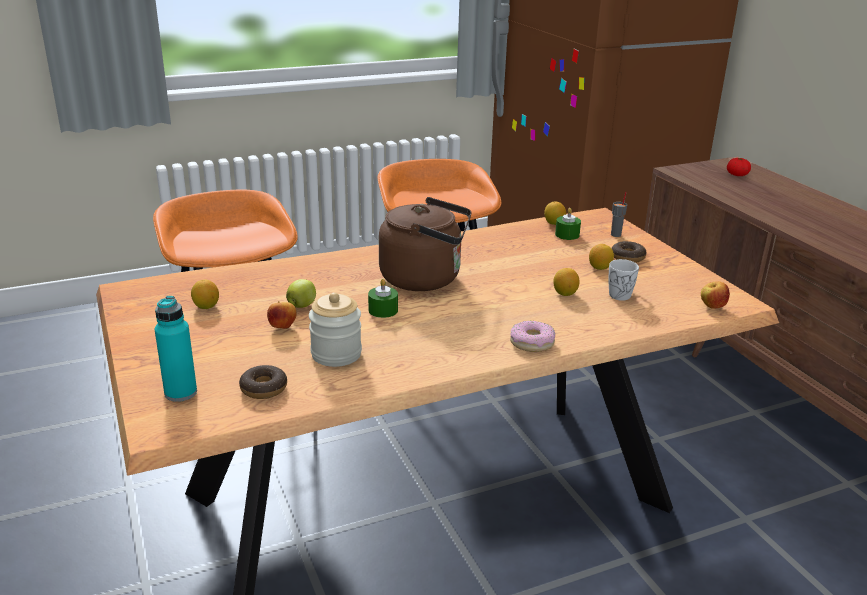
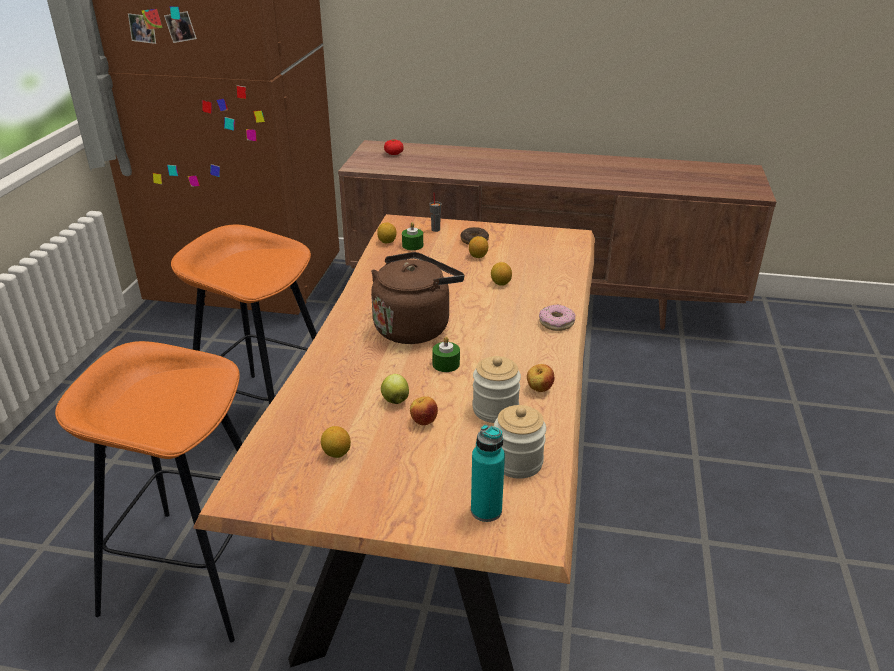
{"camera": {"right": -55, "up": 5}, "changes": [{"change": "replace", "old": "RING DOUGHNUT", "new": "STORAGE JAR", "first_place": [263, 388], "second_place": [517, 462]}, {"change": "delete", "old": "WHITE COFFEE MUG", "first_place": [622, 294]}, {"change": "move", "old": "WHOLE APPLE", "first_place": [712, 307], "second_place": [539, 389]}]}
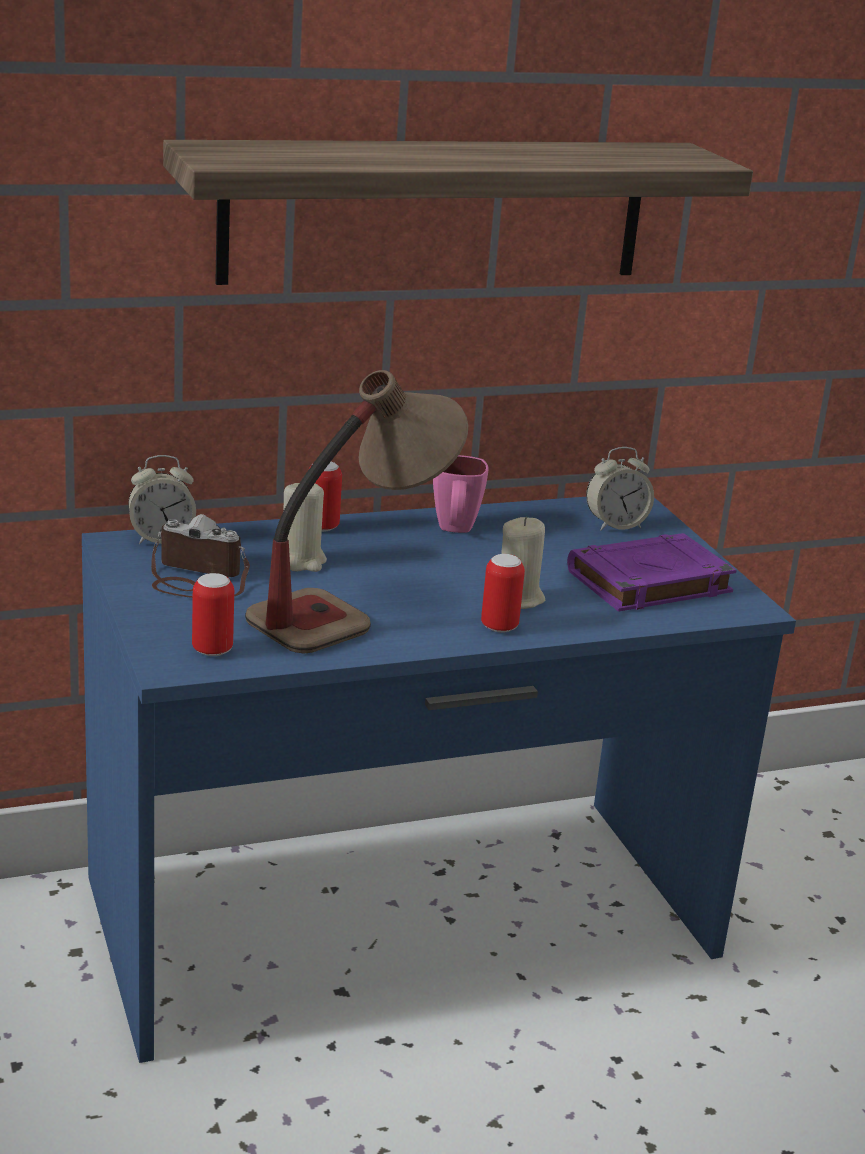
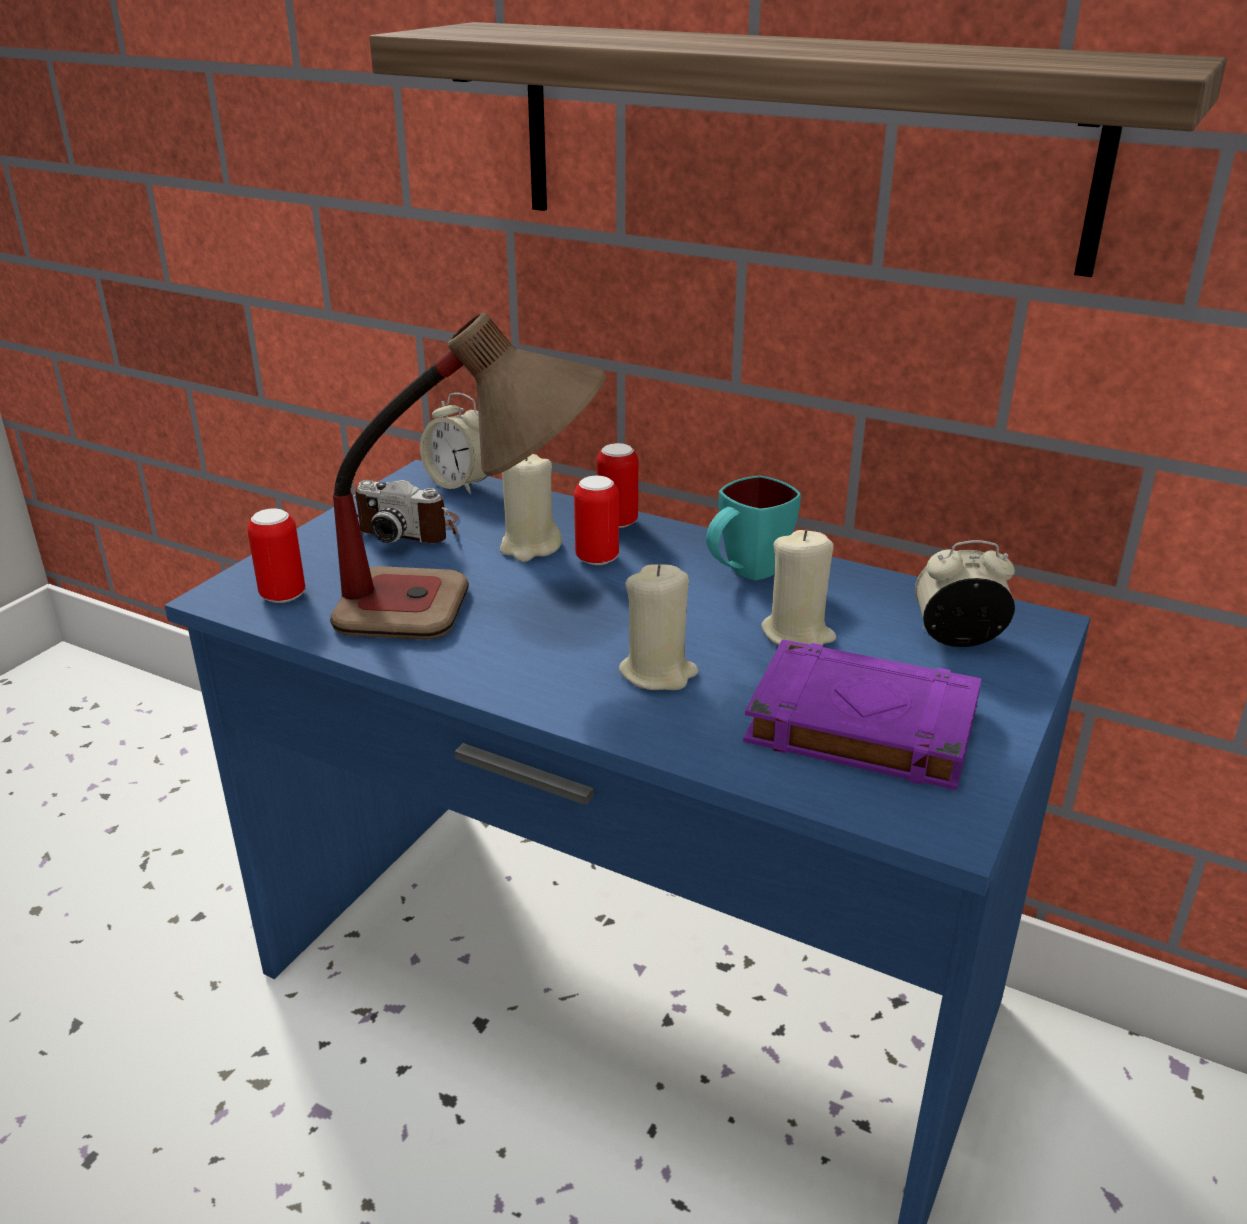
{"camera": {"right": 50, "up": 5}, "changes": [{"change": "rotate", "old": "STILL CAMERA", "first_place": [196, 579], "second_place": [409, 528], "degrees": 135}, {"change": "recolor", "old": "PINK-COLOURED COFFEE MUG", "new": "BLUE-GREEN COFFEE MUG", "first_place": [455, 530], "second_place": [745, 573]}, {"change": "move", "old": "CAN", "first_place": [499, 626], "second_place": [597, 558]}, {"change": "rotate", "old": "ALARM CLOCK", "first_place": [615, 525], "second_place": [957, 639], "degrees": 150}, {"change": "insert", "new": "BEIGE-COLOURED WAX CANDLE", "second_place": [798, 634]}]}
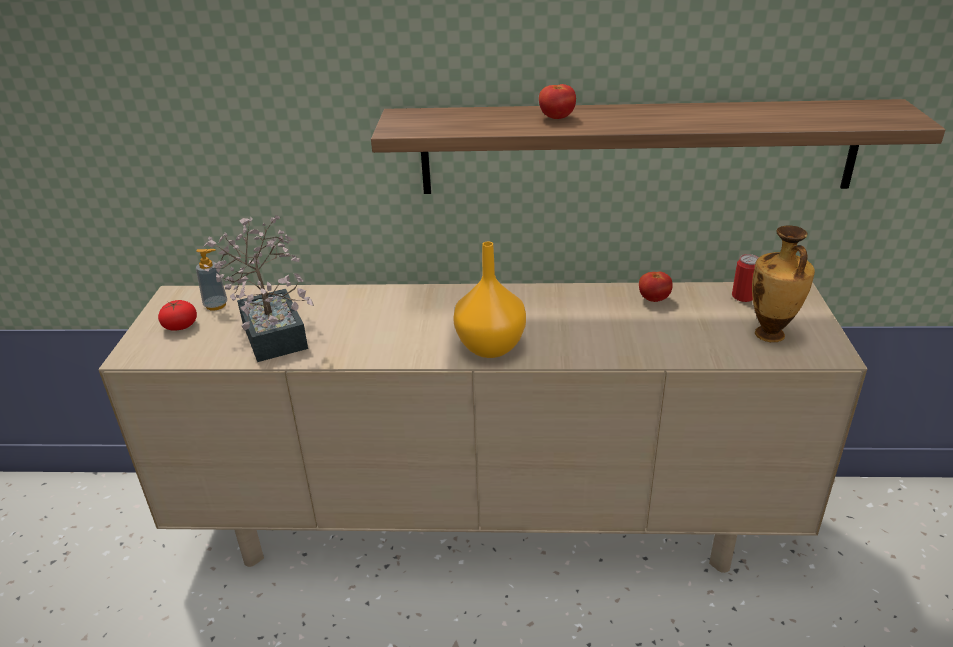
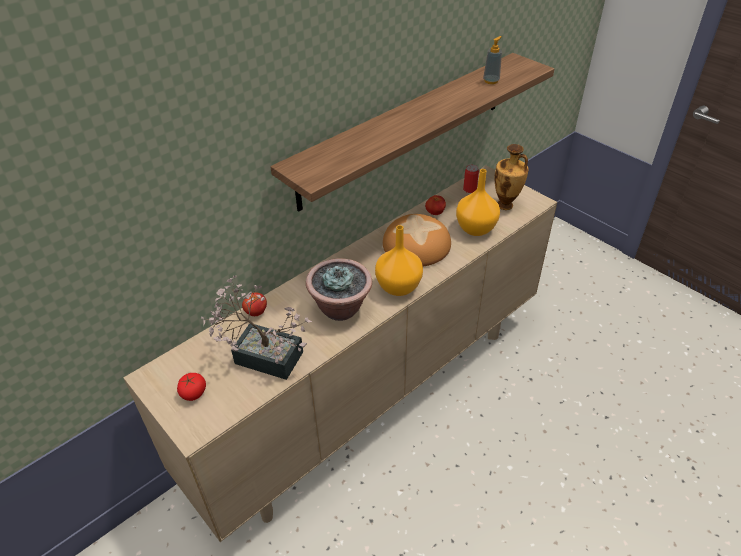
{"camera": {"right": -45, "up": 10}, "changes": [{"change": "move", "old": "SOAP BOTTLE", "first_place": [216, 305], "second_place": [491, 81]}, {"change": "move", "old": "TOMATO", "first_place": [556, 118], "second_place": [256, 312]}, {"change": "insert", "new": "PLANT IN A POT", "second_place": [341, 308]}, {"change": "insert", "new": "BAKERY BREAD", "second_place": [416, 246]}, {"change": "insert", "new": "ORANGE-COLOURED DECORATIVE VASE", "second_place": [475, 229]}]}
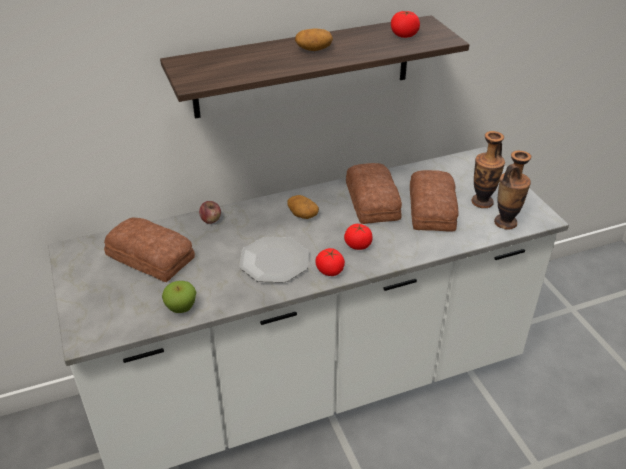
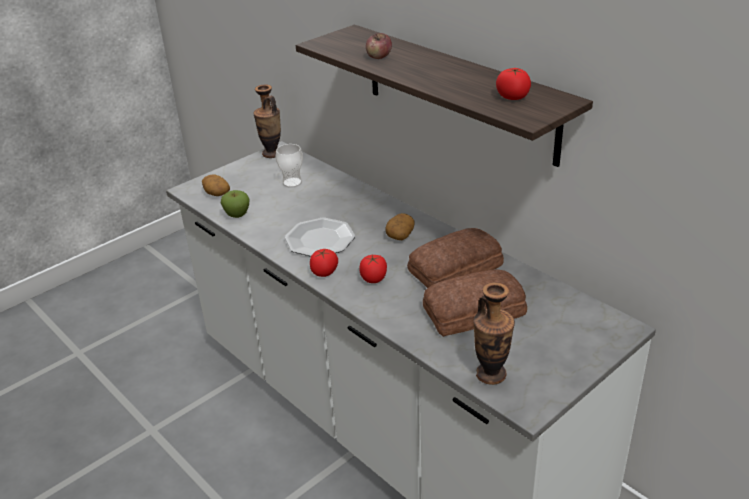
{"camera": {"right": 70, "up": -5}, "changes": [{"change": "replace", "old": "BAKERY BREAD", "new": "CUP", "first_place": [150, 255], "second_place": [292, 182]}, {"change": "move", "old": "WHOLE APPLE", "first_place": [211, 220], "second_place": [379, 57]}, {"change": "move", "old": "POTATO", "first_place": [313, 49], "second_place": [216, 193]}, {"change": "move", "old": "DECORATIVE VASE", "first_place": [482, 202], "second_place": [272, 153]}]}
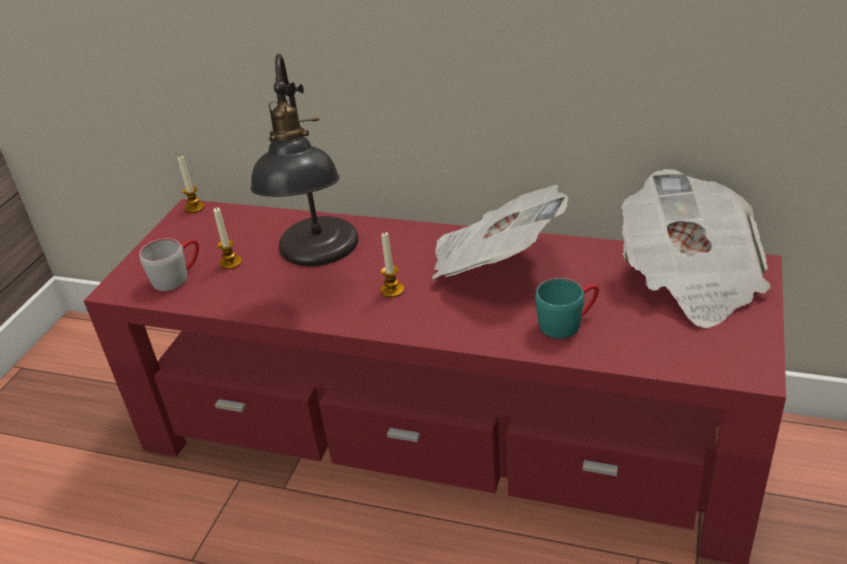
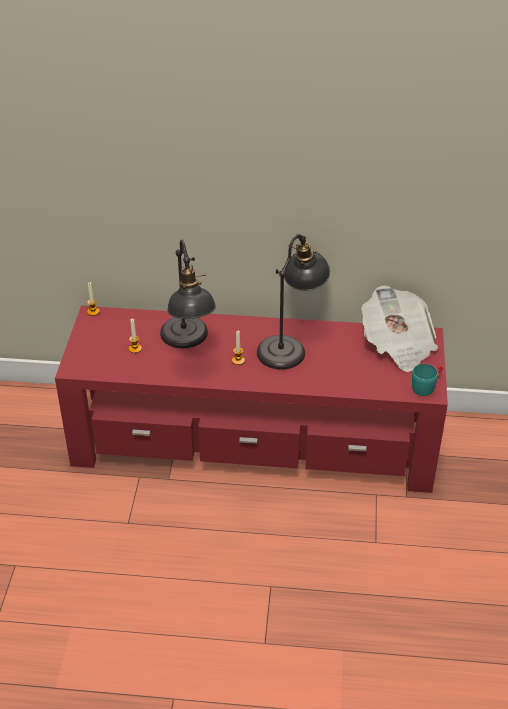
{"camera": {"right": -15, "up": 5}, "changes": [{"change": "delete", "old": "GREY COFFEE MUG", "first_place": [177, 276]}, {"change": "replace", "old": "PRINTED PAPER", "new": "GREY LAMP FOR A TABLE", "first_place": [494, 263], "second_place": [291, 340]}, {"change": "move", "old": "BLUE-GREEN COFFEE MUG", "first_place": [568, 322], "second_place": [426, 386]}]}
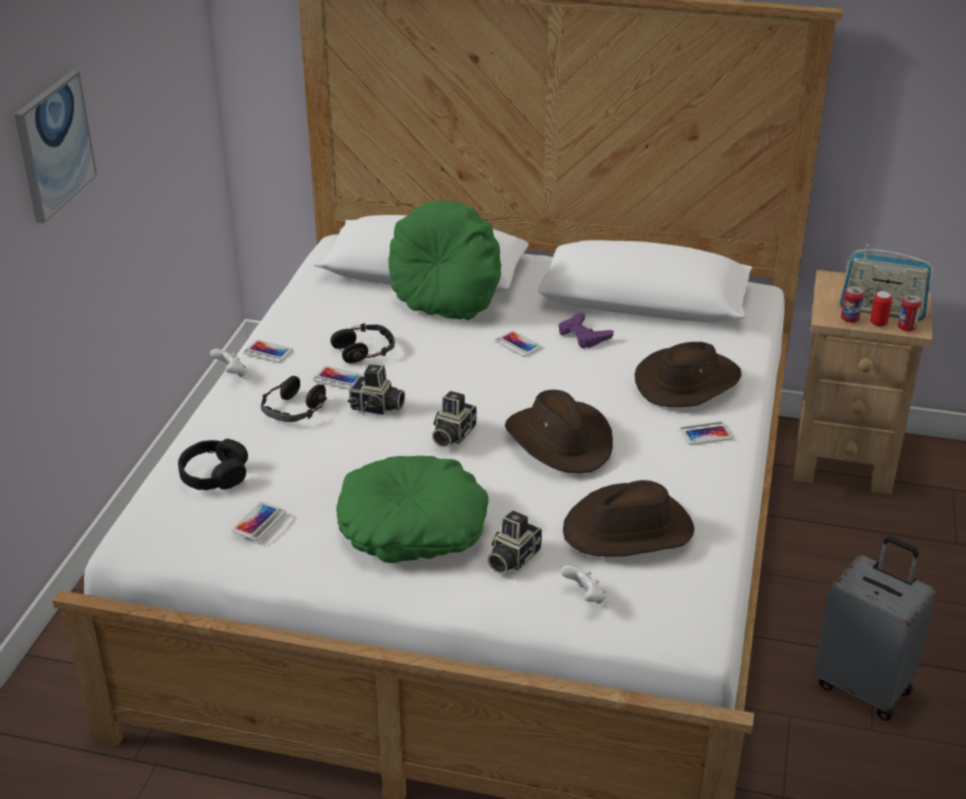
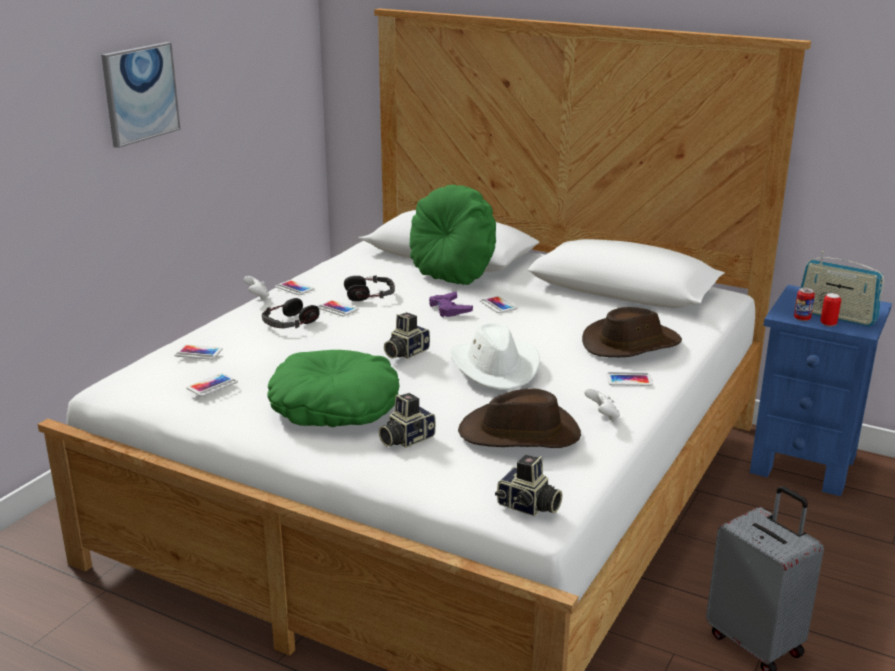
{"camera": {"right": 15, "up": -10}, "changes": [{"change": "replace", "old": "BLACK HEADPHONES", "new": "HANDSET", "first_place": [214, 475], "second_place": [198, 352]}, {"change": "move", "old": "STILL CAMERA", "first_place": [377, 408], "second_place": [528, 507]}, {"change": "recolor", "old": "BROWNISH WEARABLE HAT", "new": "WHITE WEARABLE HAT", "first_place": [560, 440], "second_place": [495, 367]}, {"change": "move", "old": "PURPLISH GAMEPAD", "first_place": [583, 335], "second_place": [449, 309]}, {"change": "move", "old": "WHITE GAMEPAD", "first_place": [585, 597], "second_place": [602, 416]}, {"change": "recolor", "old": "BEIGE-COLOURED NIGHT TABLE", "new": "BLUISH NIGHT TABLE", "first_place": [844, 460], "second_place": [804, 465]}, {"change": "delete", "old": "CAN", "first_place": [906, 328]}]}
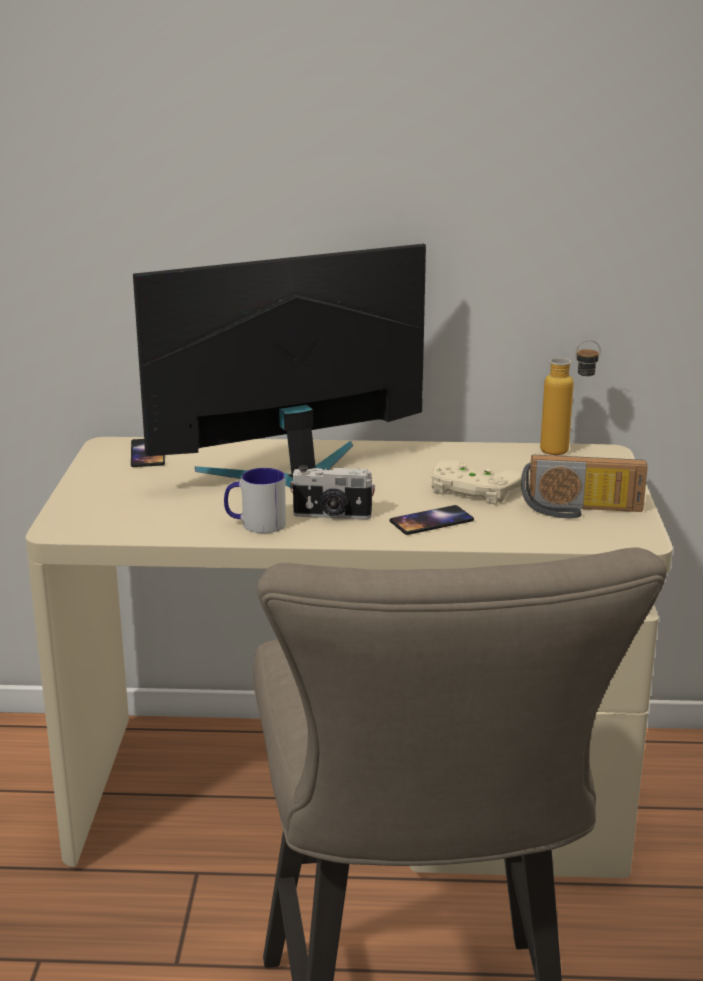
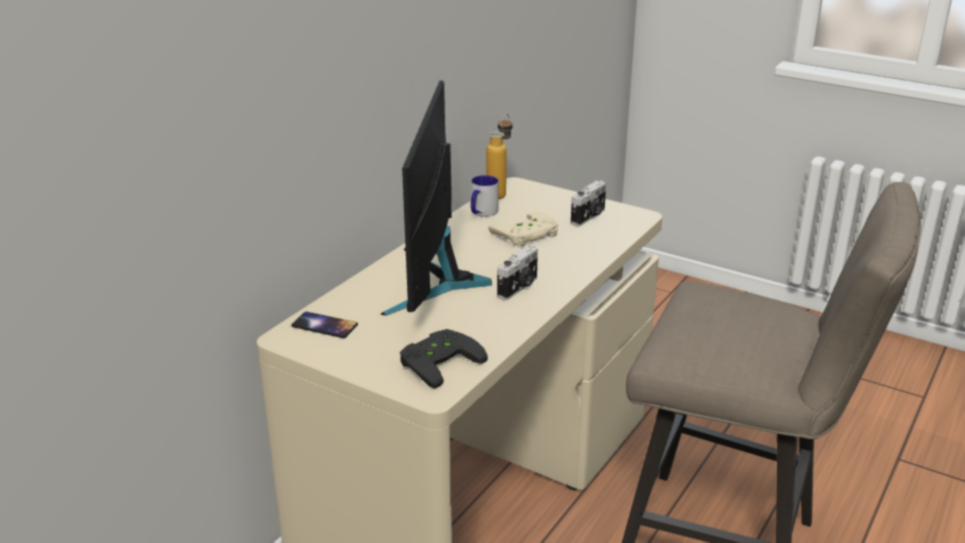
{"camera": {"right": -60, "up": 5}, "changes": [{"change": "move", "old": "COFFEE MUG", "first_place": [255, 524], "second_place": [482, 213]}, {"change": "delete", "old": "HANDSET", "first_place": [431, 521]}, {"change": "replace", "old": "RADIO RECEIVER", "new": "STILL CAMERA", "first_place": [581, 511], "second_place": [589, 217]}, {"change": "insert", "new": "BLACK GAMEPAD", "second_place": [438, 361]}]}
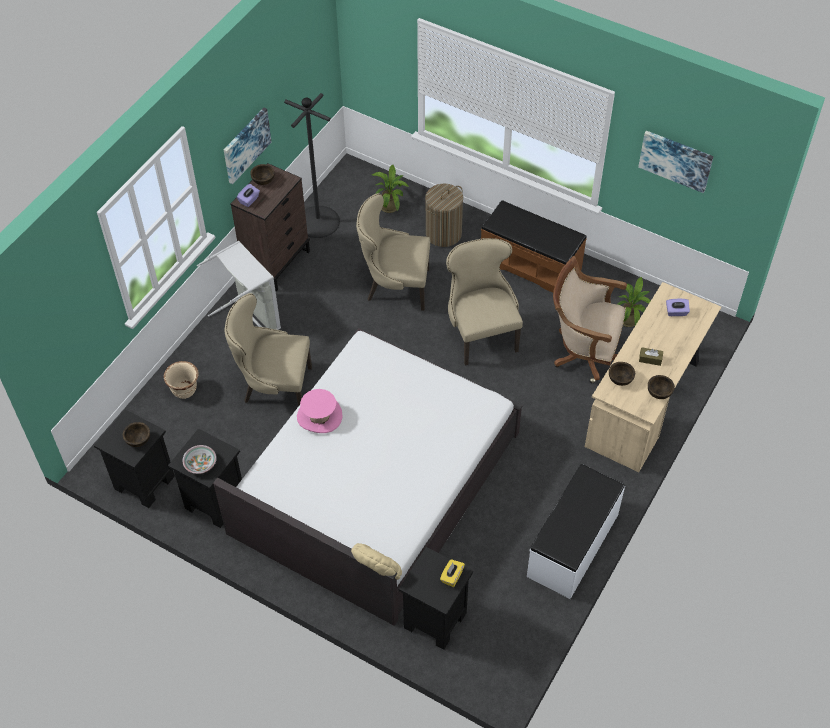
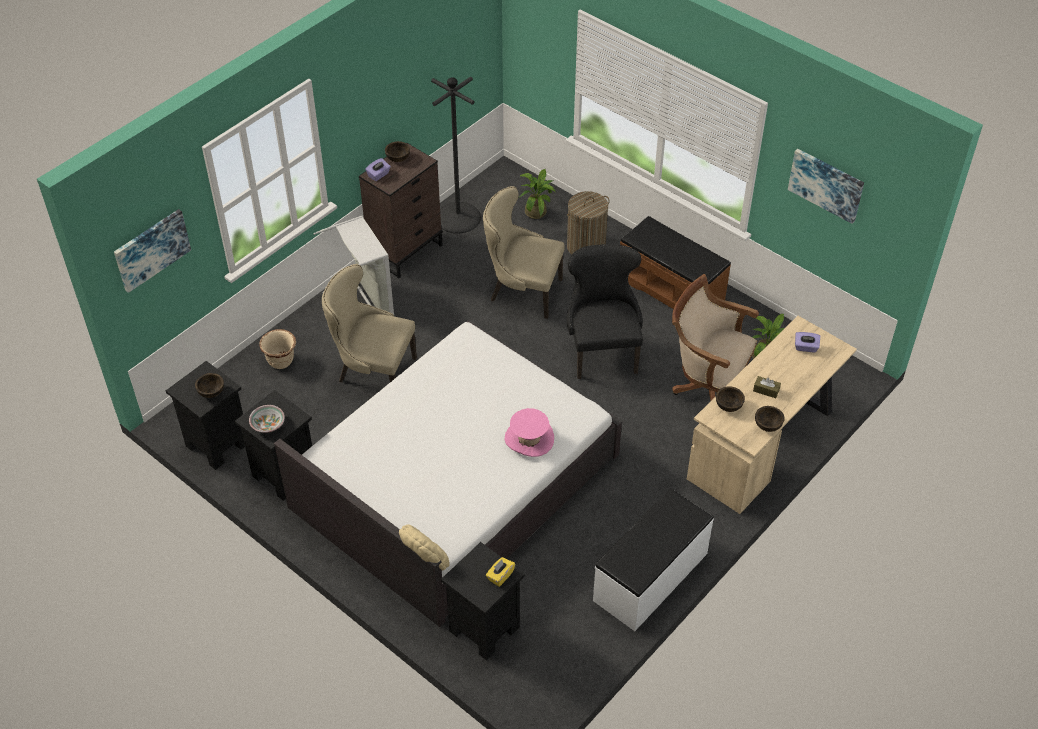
{"camera": {"right": 10, "up": -5}, "changes": [{"change": "move", "old": "PICTURE", "first_place": [246, 144], "second_place": [151, 249]}, {"change": "move", "old": "PINK-COLOURED WEARABLE HAT", "first_place": [319, 416], "second_place": [529, 439]}, {"change": "recolor", "old": "BEIGE-COLOURED CHAIR", "new": "BLACK CHAIR", "first_place": [481, 333], "second_place": [602, 350]}]}
